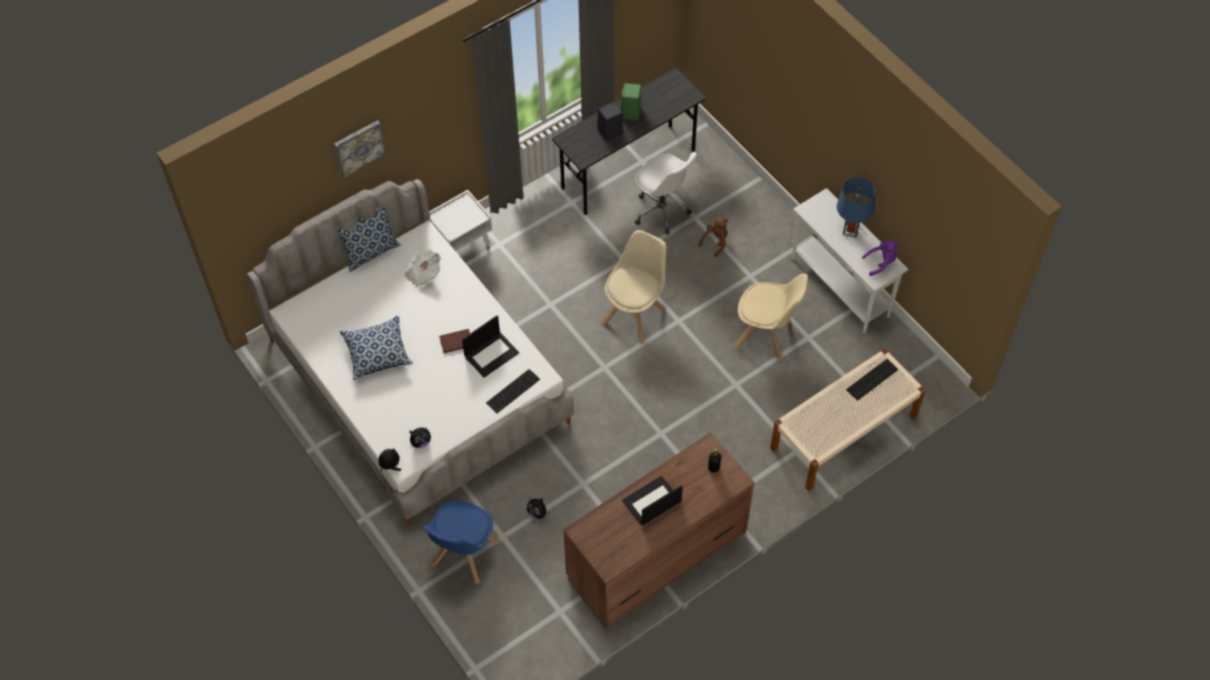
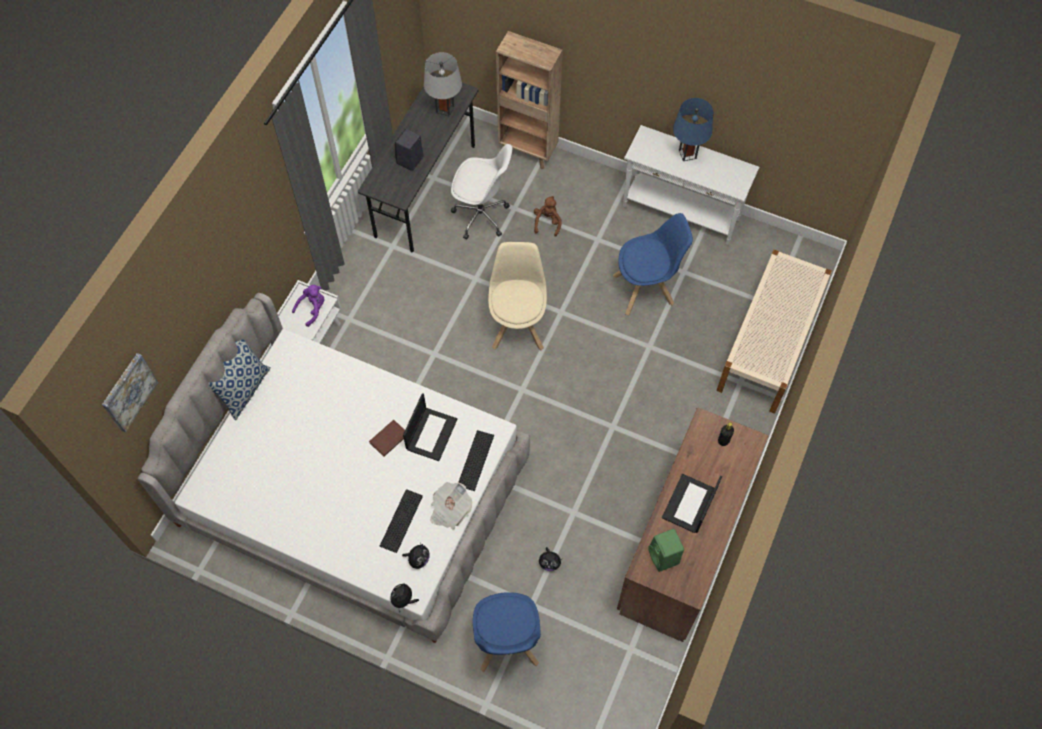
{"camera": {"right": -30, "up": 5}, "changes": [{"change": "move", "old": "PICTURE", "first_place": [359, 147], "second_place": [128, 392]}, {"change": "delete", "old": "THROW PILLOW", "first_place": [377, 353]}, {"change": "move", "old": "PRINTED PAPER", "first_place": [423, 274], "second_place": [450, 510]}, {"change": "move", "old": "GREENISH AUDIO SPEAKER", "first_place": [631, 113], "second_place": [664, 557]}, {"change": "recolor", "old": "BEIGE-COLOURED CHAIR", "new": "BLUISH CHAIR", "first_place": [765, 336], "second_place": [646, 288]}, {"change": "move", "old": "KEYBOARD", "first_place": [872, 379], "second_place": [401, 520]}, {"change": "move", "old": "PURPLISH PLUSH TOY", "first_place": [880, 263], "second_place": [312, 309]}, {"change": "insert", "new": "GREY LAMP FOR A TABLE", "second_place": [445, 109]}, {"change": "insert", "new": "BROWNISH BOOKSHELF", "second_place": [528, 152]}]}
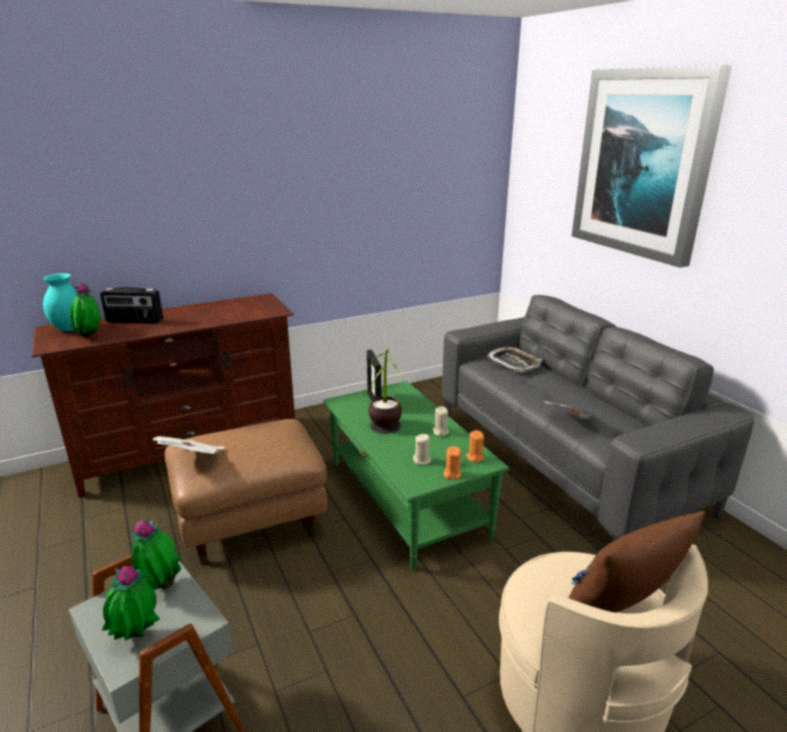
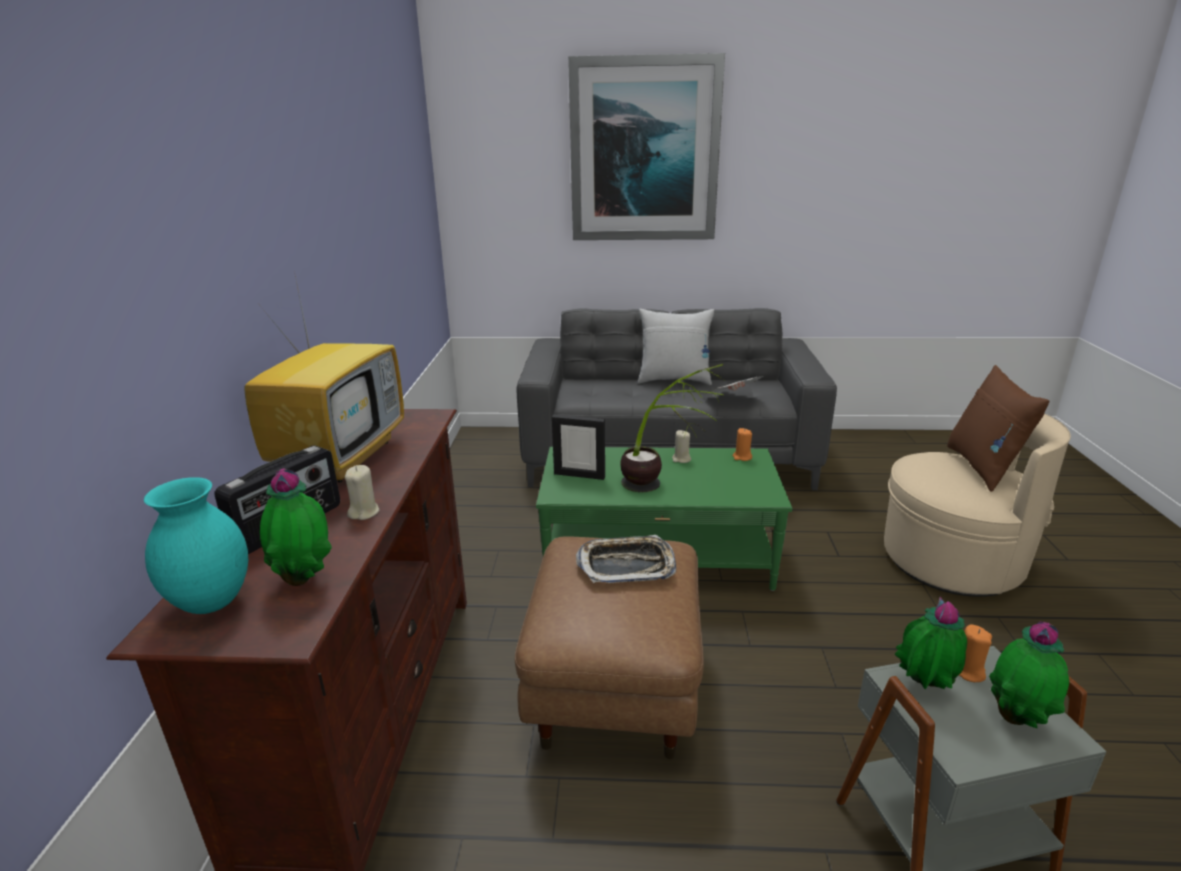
{"camera": {"right": -60, "up": 0}, "changes": [{"change": "delete", "old": "PRINTED PAPER", "first_place": [193, 459]}, {"change": "move", "old": "BEIGE-COLOURED WAX CANDLE", "first_place": [422, 460], "second_place": [364, 512]}, {"change": "move", "old": "ORANGE-COLOURED WAX CANDLE", "first_place": [452, 474], "second_place": [967, 671]}, {"change": "move", "old": "TRAY", "first_place": [514, 363], "second_place": [626, 565]}, {"change": "insert", "new": "TV", "second_place": [341, 457]}, {"change": "insert", "new": "GREY THROW PILLOW", "second_place": [674, 380]}]}
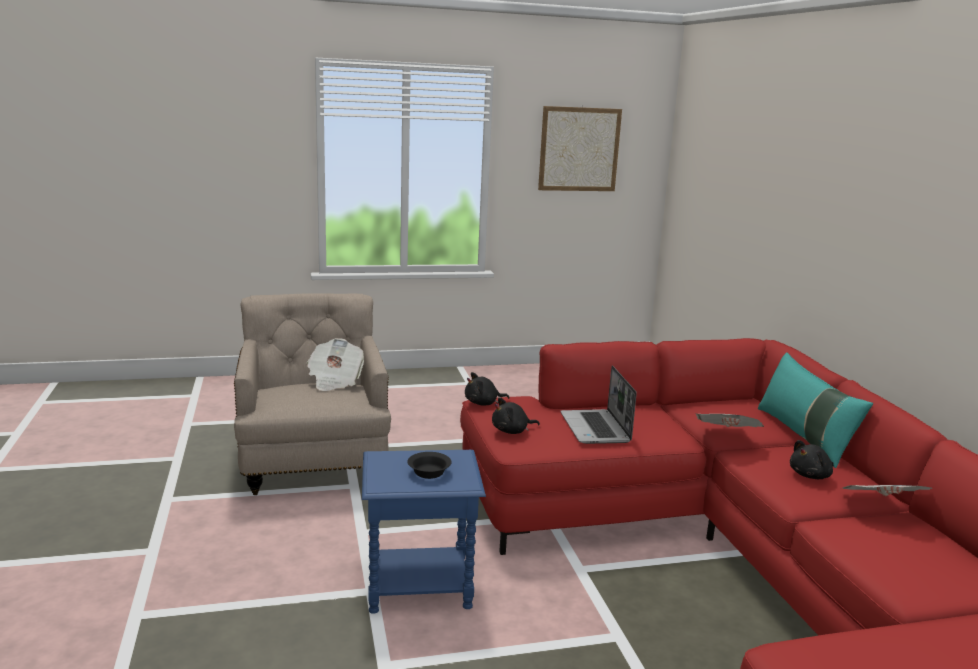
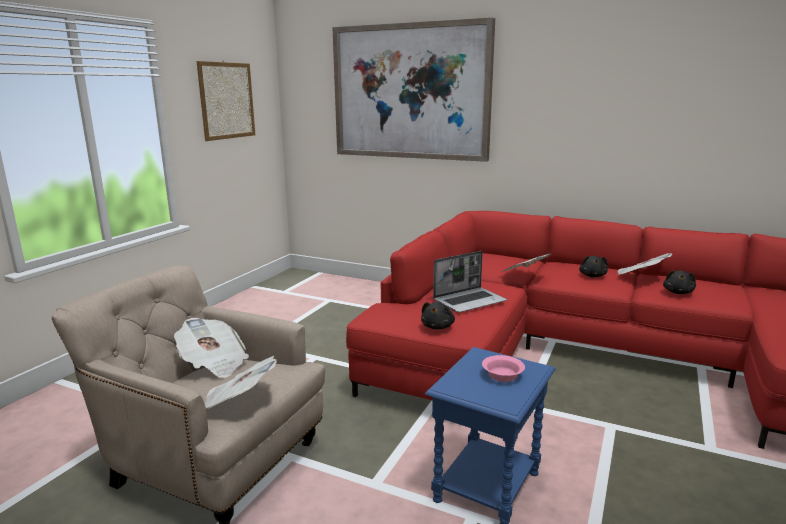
{"camera": {"right": -50, "up": 0}, "changes": [{"change": "recolor", "old": "BLACK SERVING BOWL", "new": "PINK-COLOURED SERVING BOWL", "first_place": [430, 472], "second_place": [502, 375]}, {"change": "move", "old": "BLACK PLUSH TOY", "first_place": [483, 403], "second_place": [678, 292]}, {"change": "rotate", "old": "LAPTOP", "first_place": [596, 429], "second_place": [469, 301], "degrees": -60}, {"change": "delete", "old": "BLUE-GREEN THROW PILLOW", "first_place": [804, 437]}, {"change": "insert", "new": "PRINTED PAPER", "second_place": [239, 401]}, {"change": "insert", "new": "PICTURE", "second_place": [410, 92]}]}
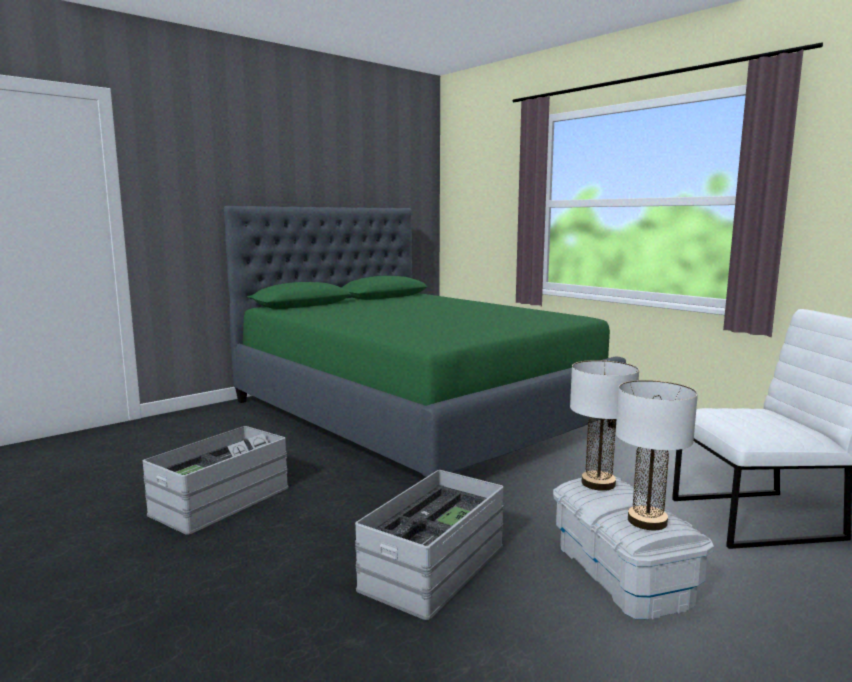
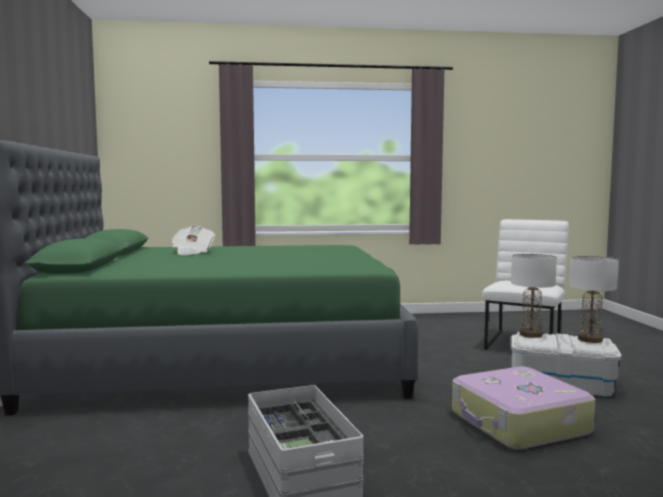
{"camera": {"right": -55, "up": -5}, "changes": [{"change": "replace", "old": "GREY STORAGE BIN", "new": "SUITCASE", "first_place": [435, 567], "second_place": [518, 423]}, {"change": "insert", "new": "PRINTED PAPER", "second_place": [192, 252]}]}
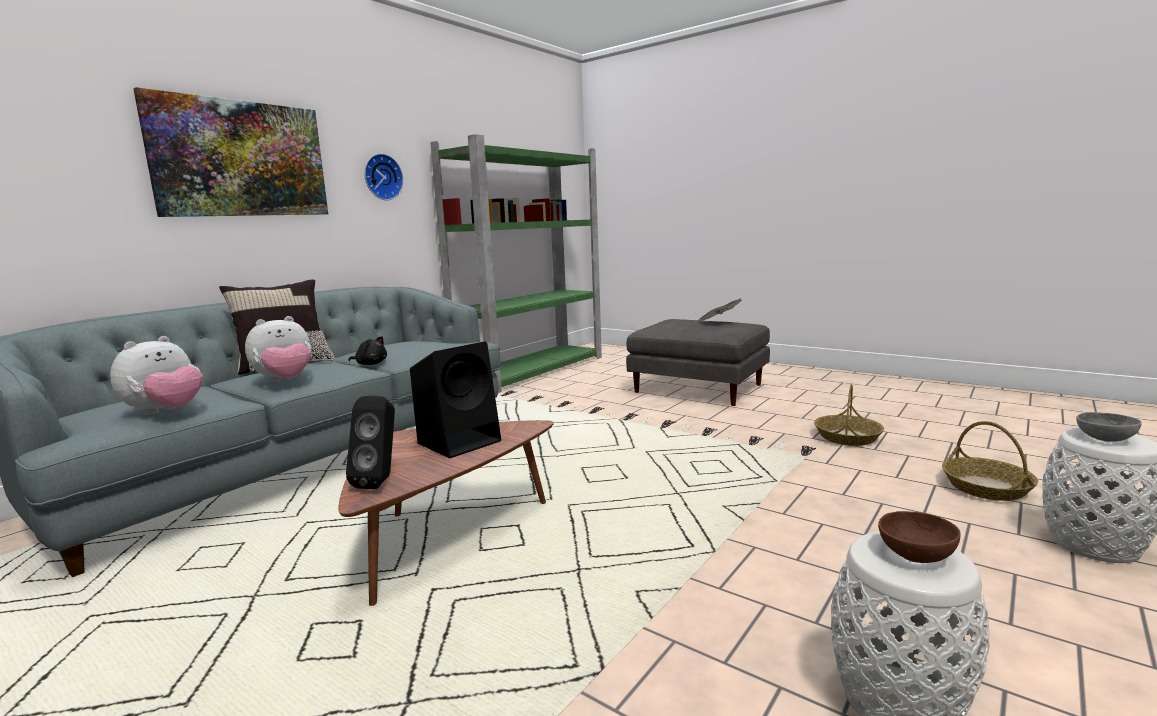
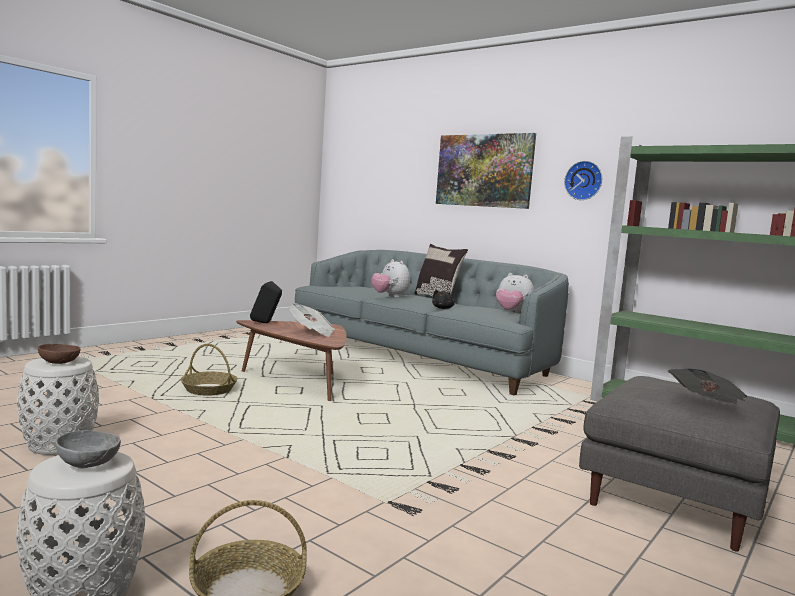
{"camera": {"right": 90, "up": -5}, "changes": [{"change": "move", "old": "PLUSH TOY", "first_place": [166, 412], "second_place": [512, 312]}, {"change": "replace", "old": "BLACK AUDIO SPEAKER", "new": "PRINTED PAPER", "first_place": [460, 441], "second_place": [312, 332]}, {"change": "move", "old": "HOUSEHOLD BASKET", "first_place": [847, 437], "second_place": [209, 389]}]}
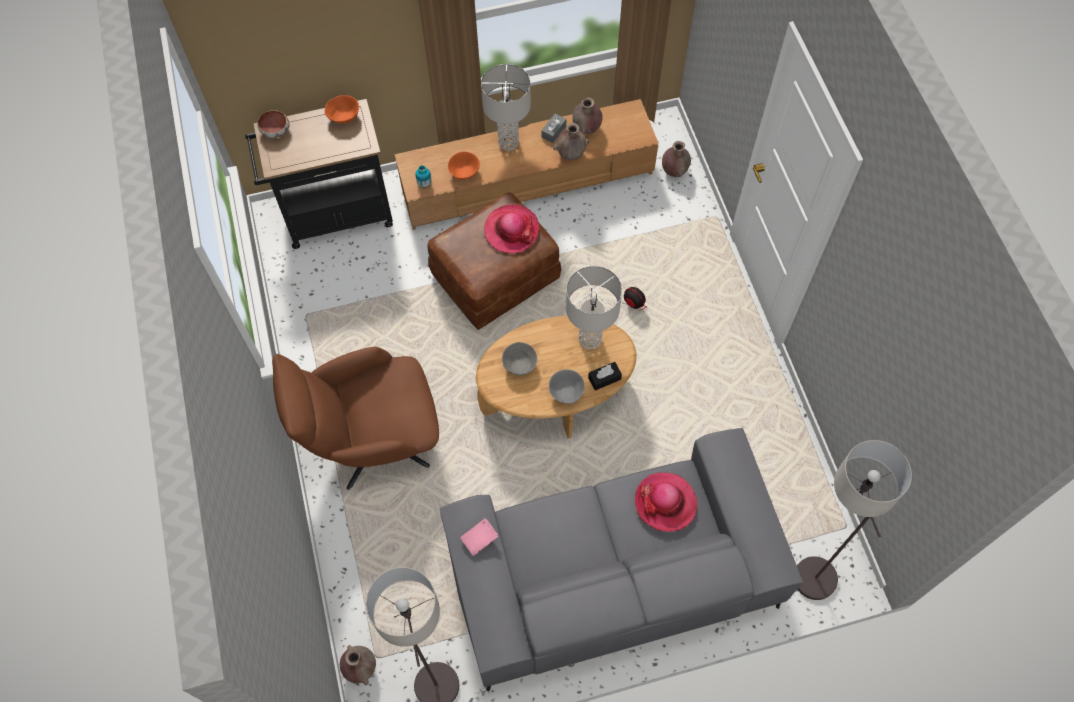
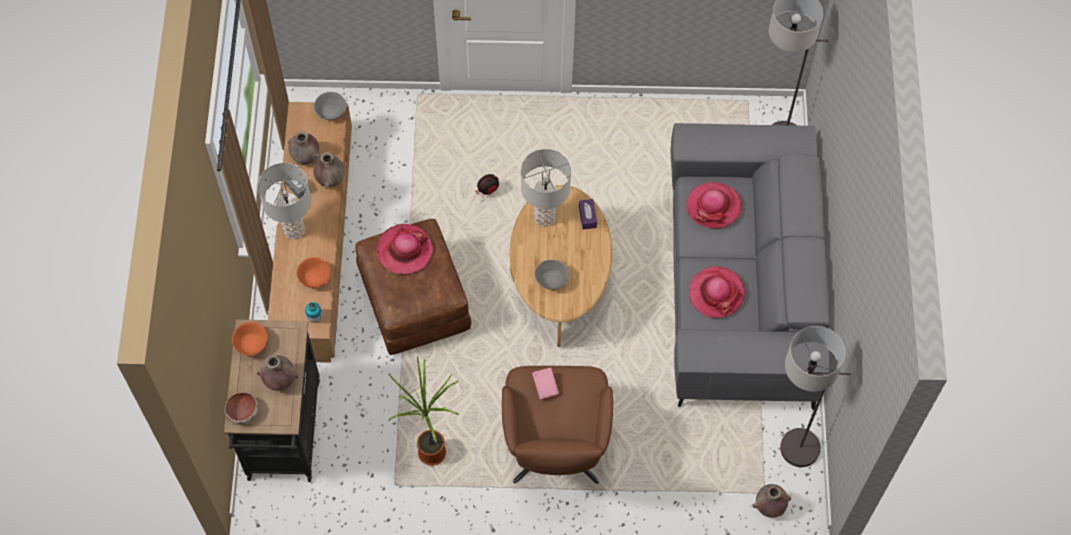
{"camera": {"right": -75, "up": 0}, "changes": [{"change": "move", "old": "PINK-COLOURED VOLUME", "first_place": [480, 539], "second_place": [545, 386]}, {"change": "move", "old": "GREY SERVING BOWL", "first_place": [565, 392], "second_place": [331, 112]}, {"change": "recolor", "old": "BLACK TISSUE HOLDER", "new": "PURPLISH TISSUE HOLDER", "first_place": [604, 378], "second_place": [587, 217]}, {"change": "move", "old": "BROWNISH DECORATIVE VASE", "first_place": [674, 171], "second_place": [279, 381]}, {"change": "insert", "new": "PLANT IN A POT", "second_place": [431, 455]}, {"change": "insert", "new": "WEARABLE HAT", "second_place": [716, 293]}]}
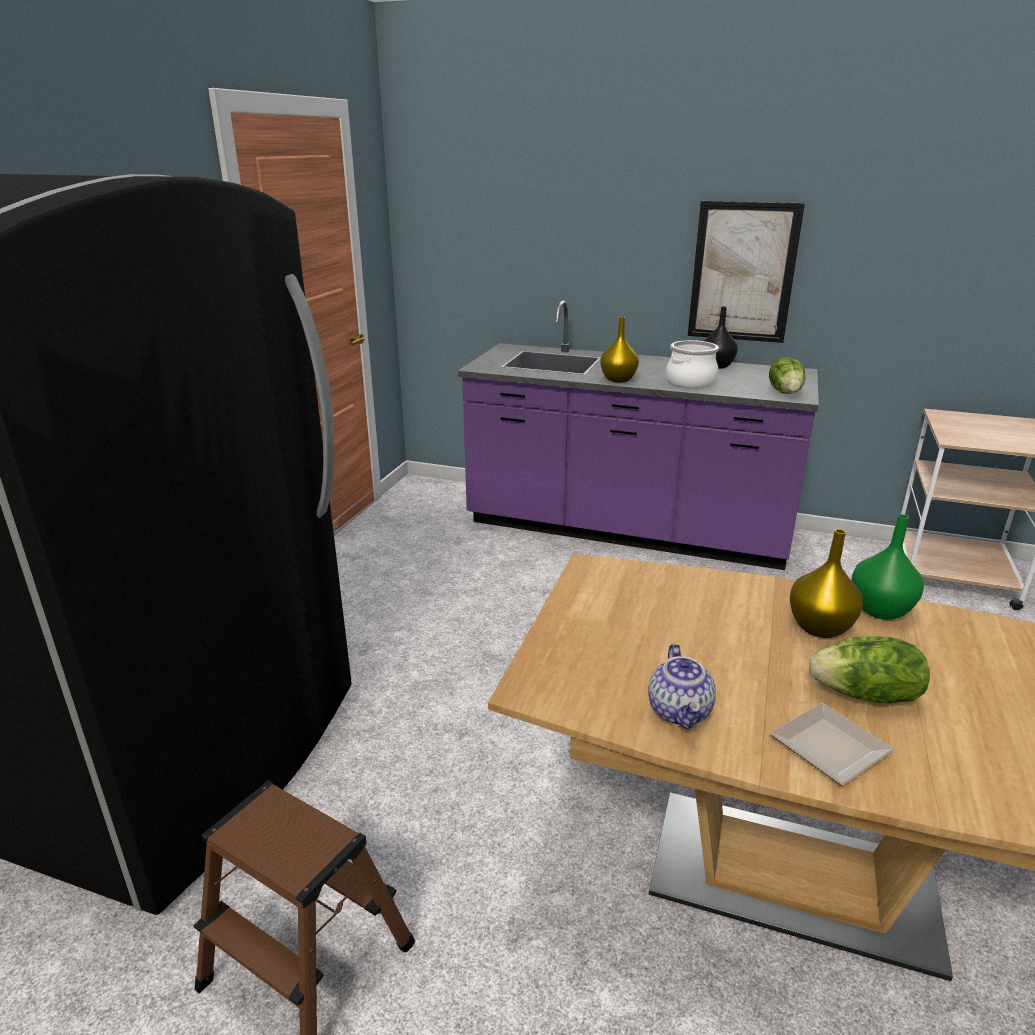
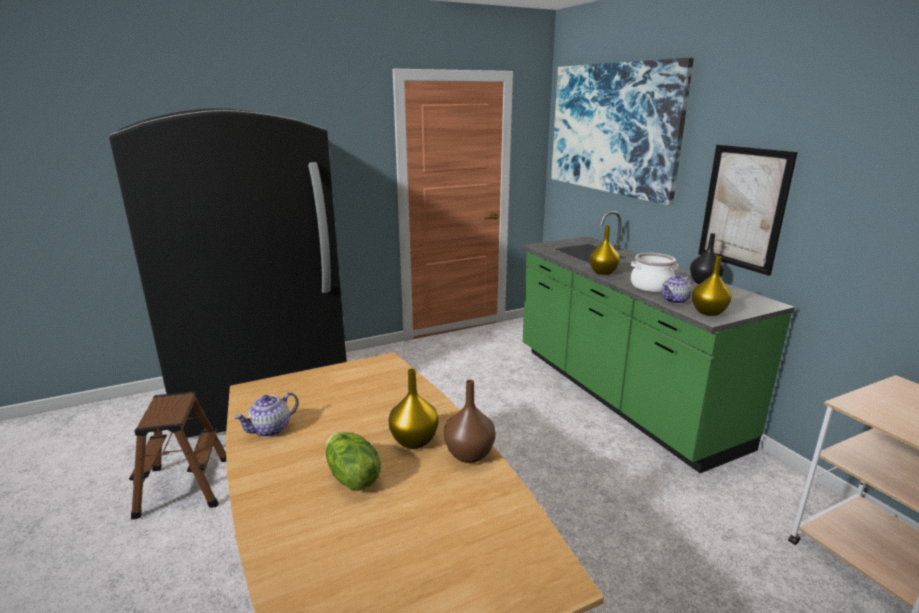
{"camera": {"right": 45, "up": -5}, "changes": [{"change": "recolor", "old": "PURPLISH COUNTER", "new": "GREENISH COUNTER", "first_place": [626, 530], "second_place": [619, 395]}, {"change": "replace", "old": "LETTUCE HEAD", "new": "YELLOWISH DECORATIVE VASE", "first_place": [786, 392], "second_place": [709, 312]}, {"change": "delete", "old": "FLAT DISH", "first_place": [829, 744]}, {"change": "recolor", "old": "GREENISH DECORATIVE VASE", "new": "BROWNISH DECORATIVE VASE", "first_place": [881, 610], "second_place": [470, 455]}, {"change": "insert", "new": "PICTURE", "second_place": [612, 129]}, {"change": "insert", "new": "TEA POT", "second_place": [675, 300]}]}
